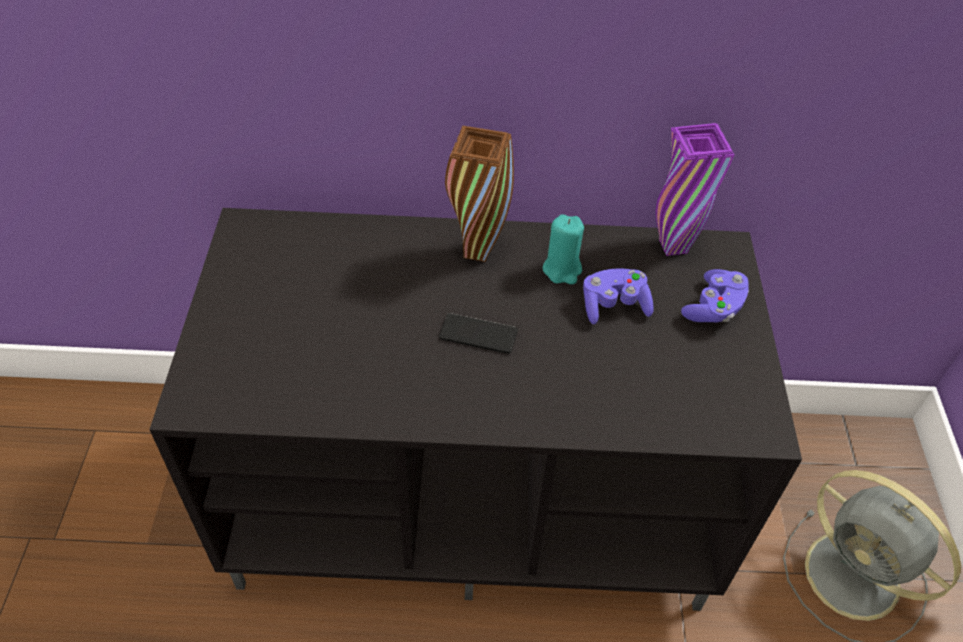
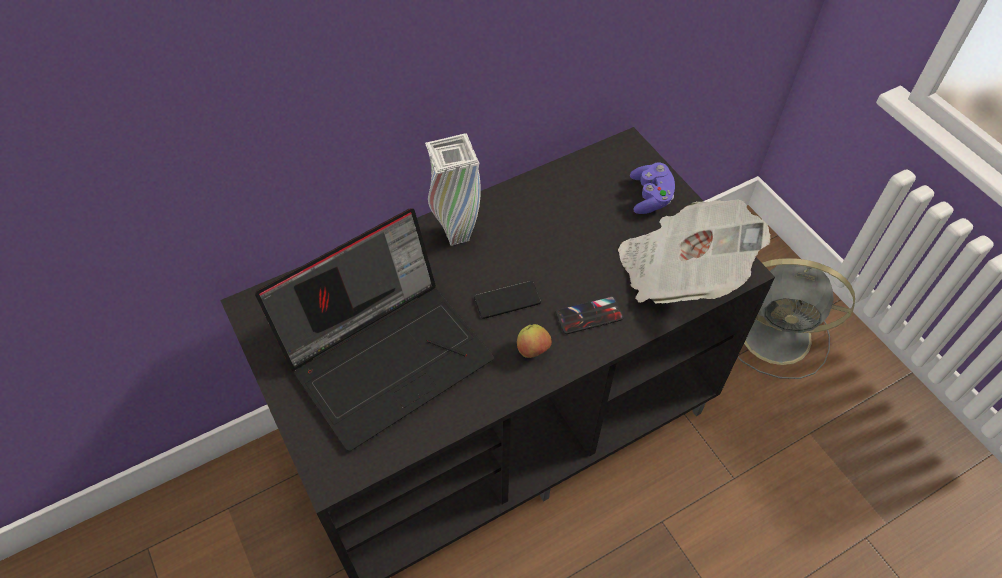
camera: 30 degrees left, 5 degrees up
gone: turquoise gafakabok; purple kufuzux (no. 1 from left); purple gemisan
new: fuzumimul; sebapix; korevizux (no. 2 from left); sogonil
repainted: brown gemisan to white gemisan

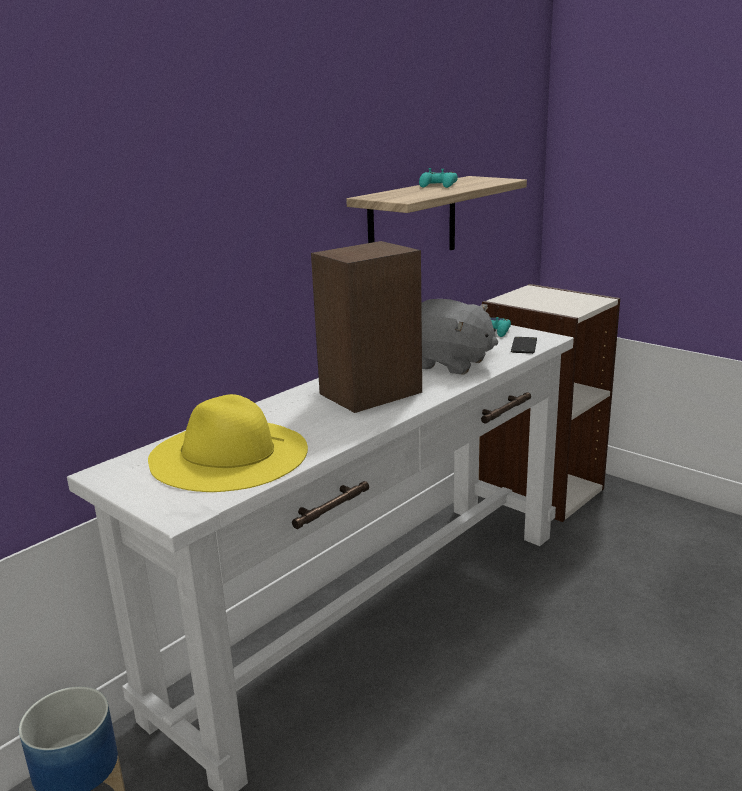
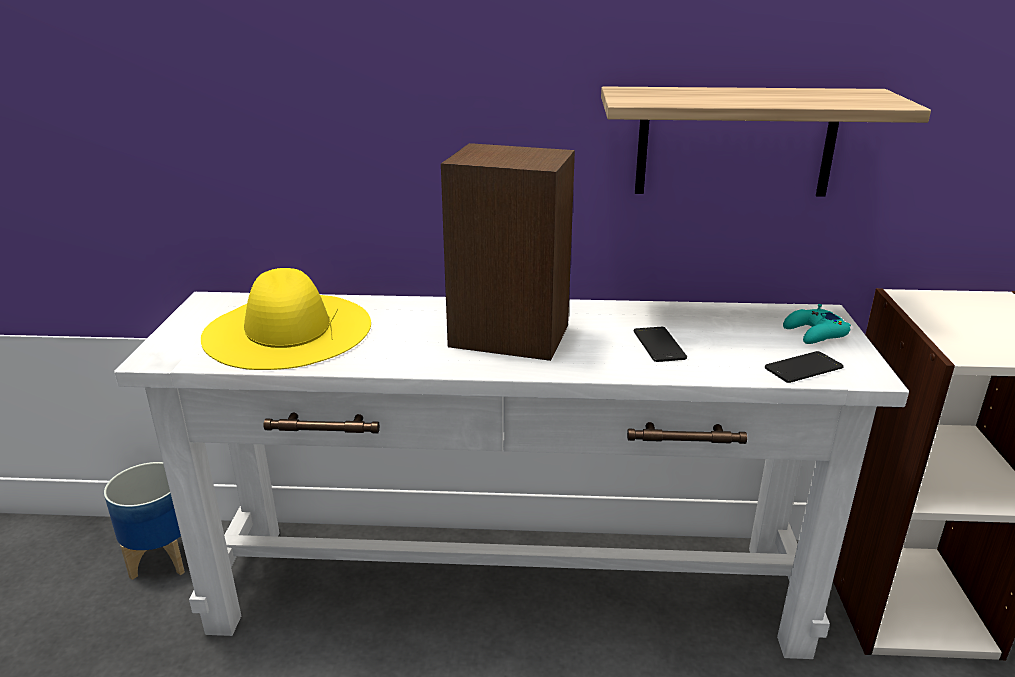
camera: 50 degrees right, 5 degrees up
gone: turquoise kufuzux (no. 1 from left)
swapped: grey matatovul to korevizux (no. 1 from left)

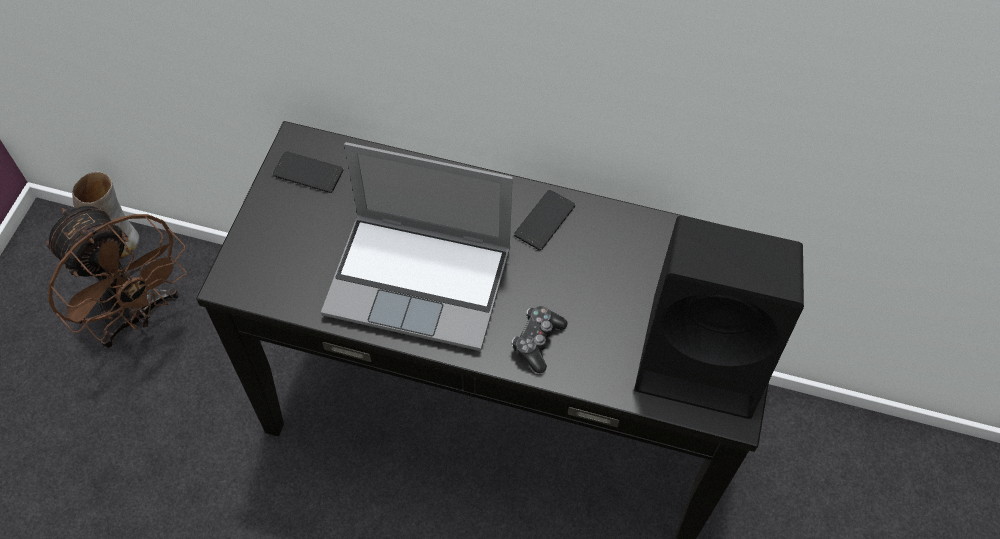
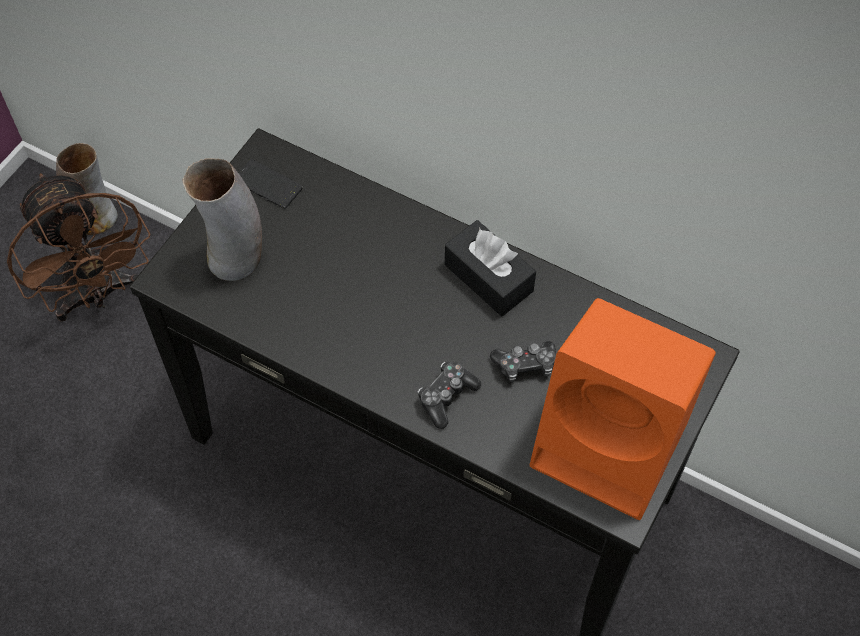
camera: 15 degrees right, 0 degrees up
gone: fuzumimul
new: gemisan (no. 2 from left); kufuzux (no. 2 from left)
swapped: korevizux (no. 2 from left) to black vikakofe
repainted: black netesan to orange netesan

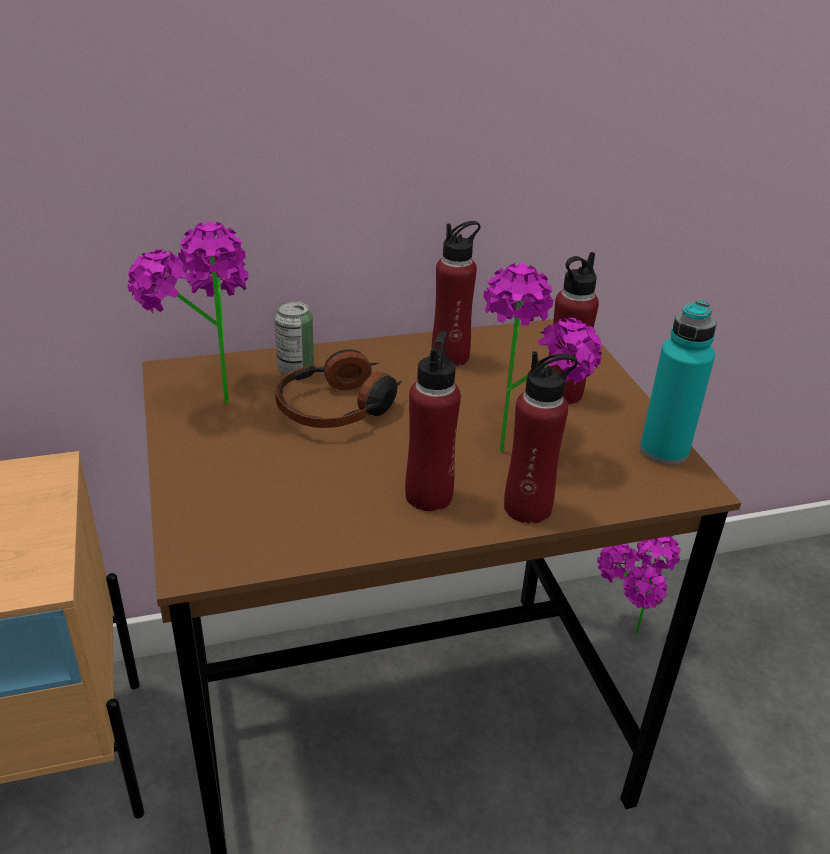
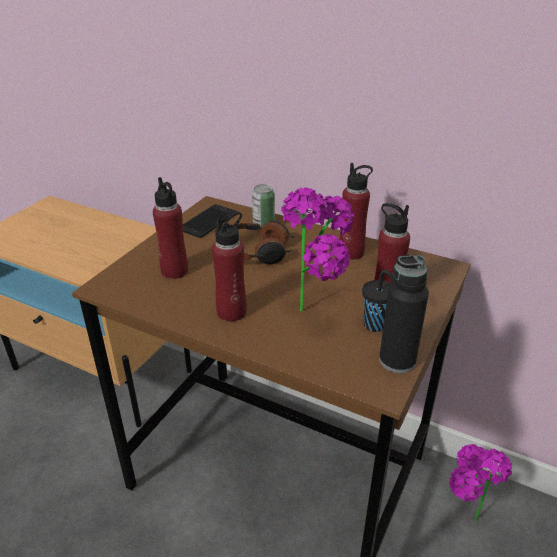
camera: 45 degrees right, 0 degrees up
new: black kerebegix
shifted: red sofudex (no. 3 from left in the first image) to red sofudex (no. 1 from left)
swapped: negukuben (no. 1 from left) to korevizux
repainted: turquoise sofudex to black sofudex

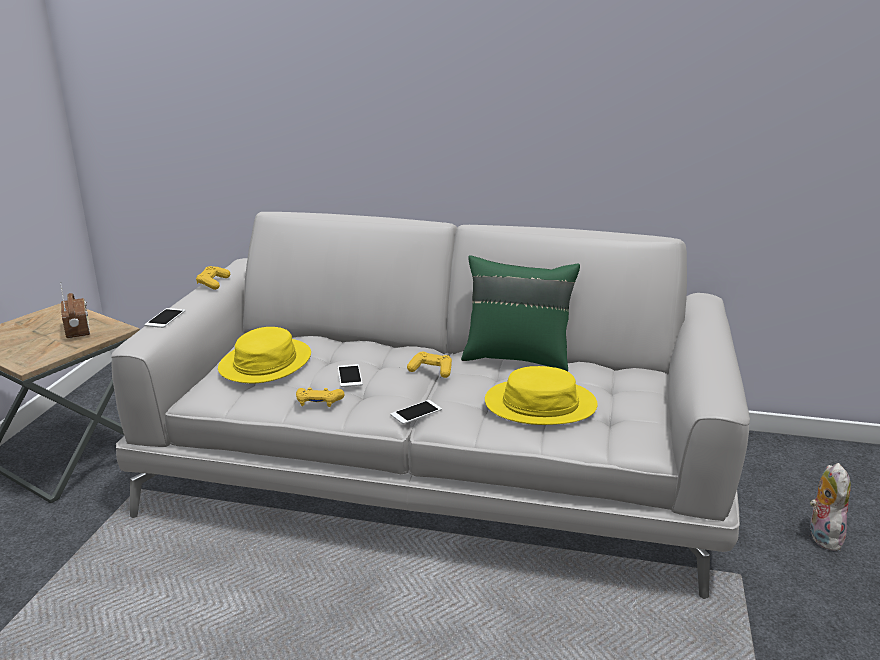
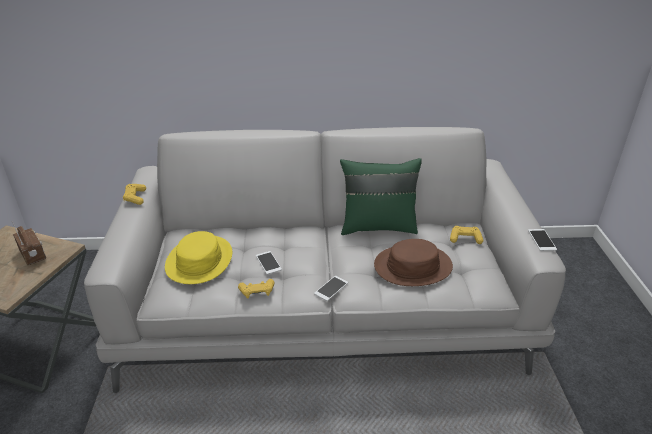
camera: 15 degrees left, 10 degrees up
gone: matatovul
shifted: korevizux (no. 1 from left in the first image) to korevizux (no. 3 from left); yellow kufuzux (no. 3 from left)
repainted: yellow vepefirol (no. 2 from left) to brown vepefirol

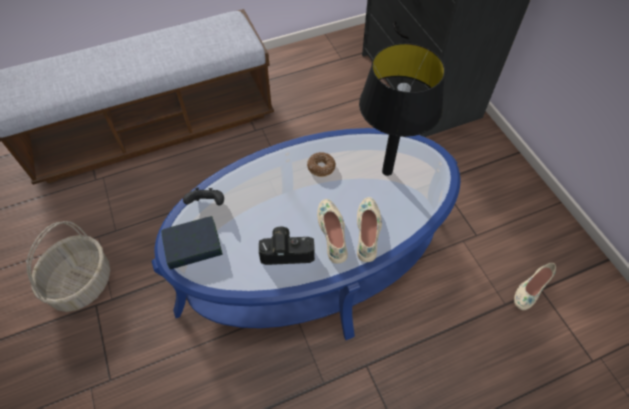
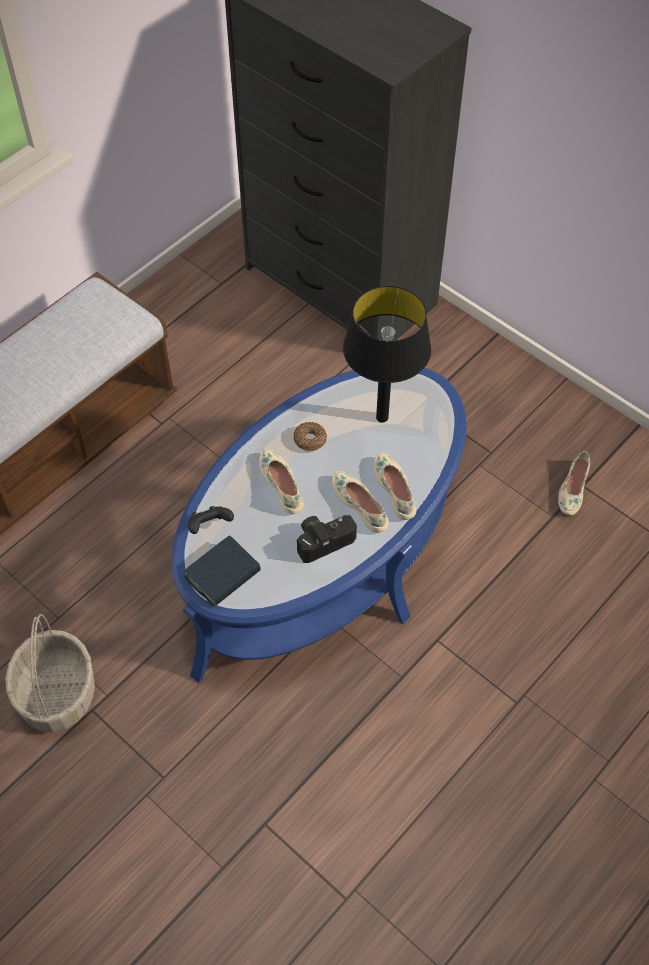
camera: 25 degrees left, 0 degrees up
new: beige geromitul (no. 1 from left)

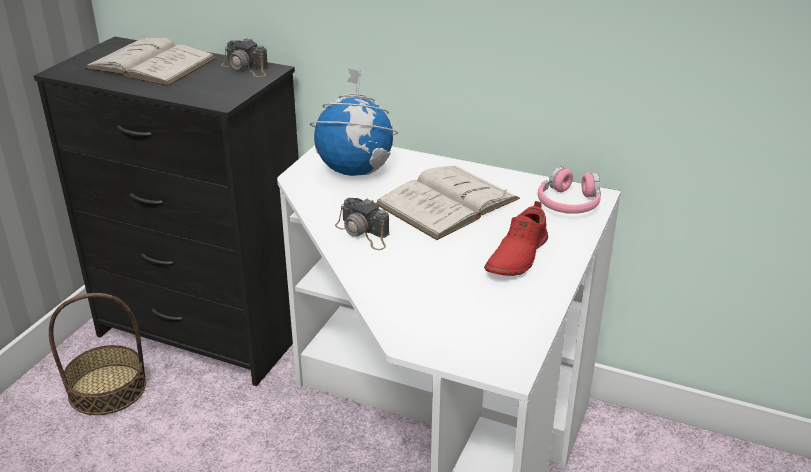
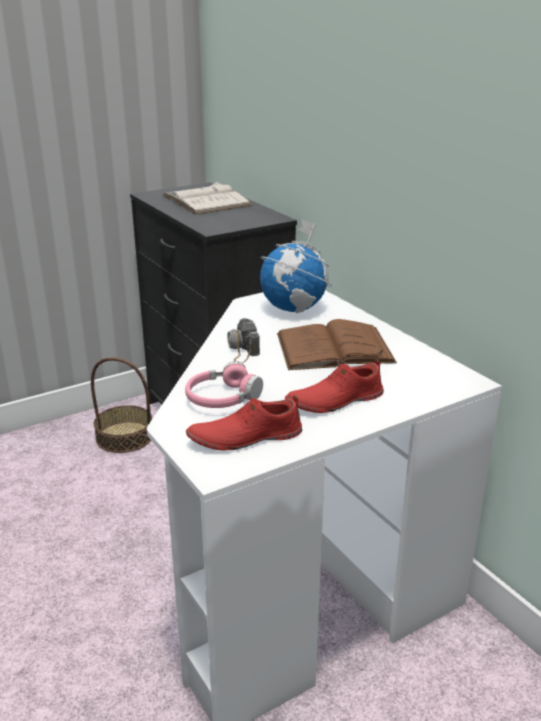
camera: 35 degrees right, 5 degrees down
gone: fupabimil (no. 1 from left)
new: red geromitul (no. 1 from left)
shifted: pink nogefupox
repainted: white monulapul (no. 2 from left) to brown monulapul

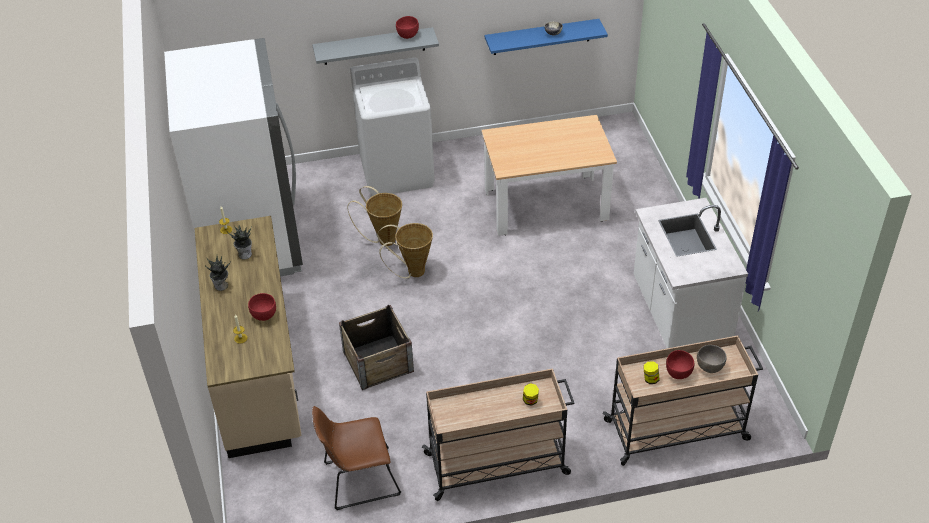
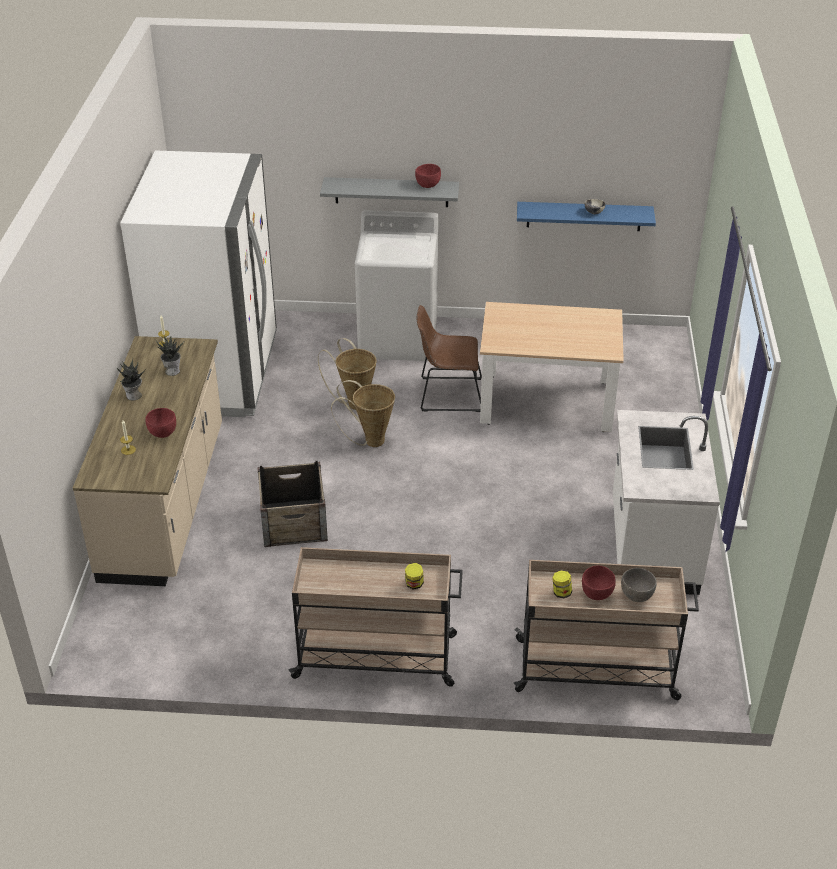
camera: 15 degrees right, 5 degrees down
shifted: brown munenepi

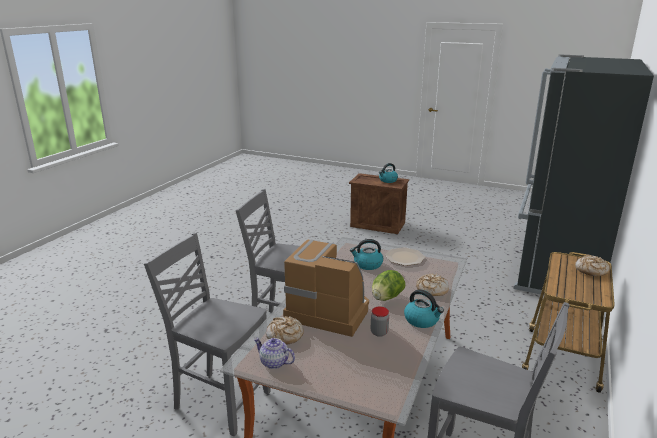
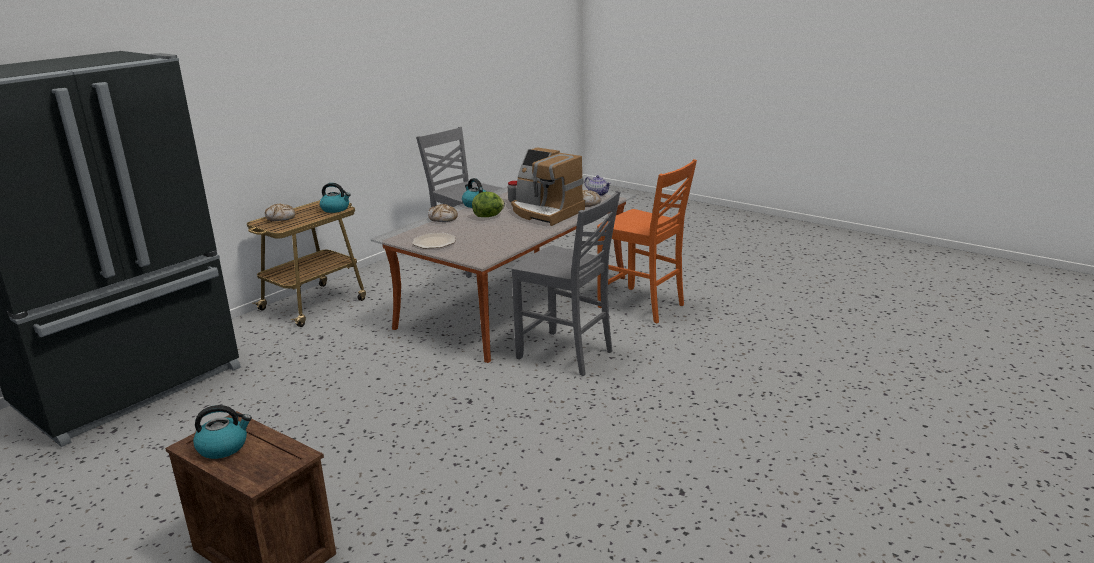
camera: 165 degrees left, 0 degrees up
shifted: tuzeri (no. 1 from left in the first image) to tuzeri (no. 2 from left)
repainted: grey munenepi (no. 1 from left) to orange munenepi

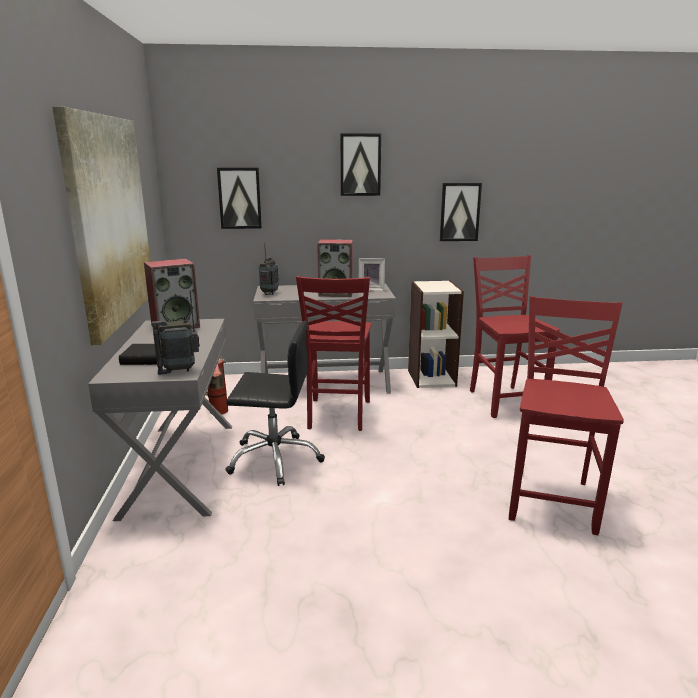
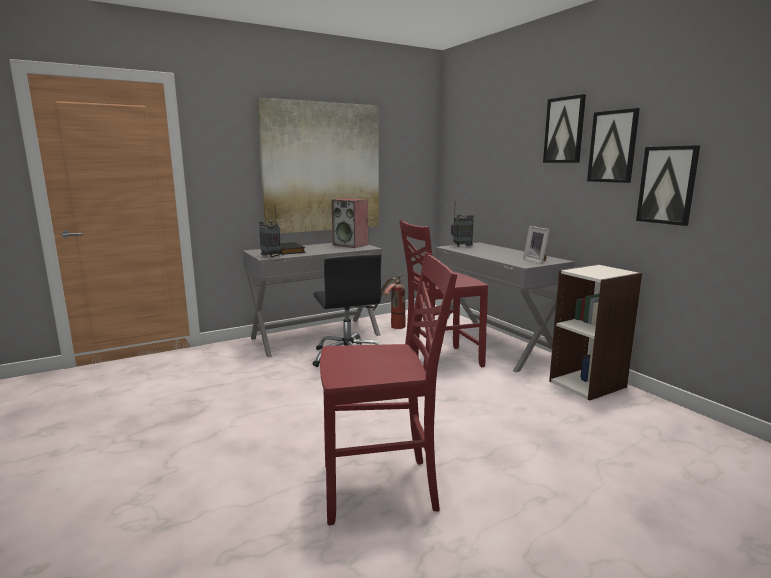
camera: 65 degrees right, 5 degrees down
gone: netesan (no. 2 from left); red munenepi (no. 2 from left)
shifted: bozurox (no. 2 from left in the first image) to bozurox (no. 3 from left)

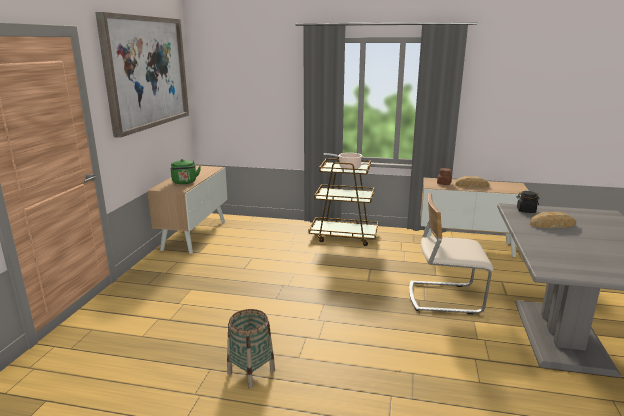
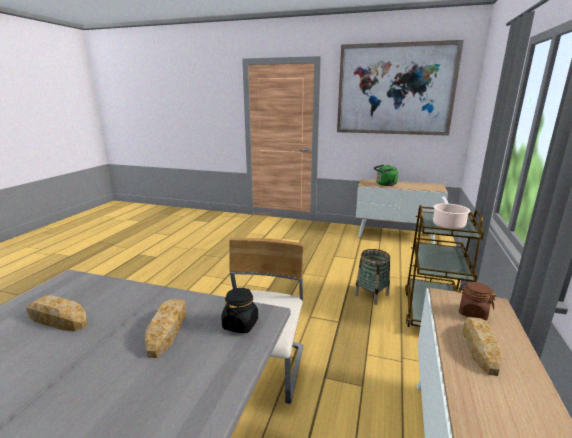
camera: 95 degrees right, 0 degrees up
new: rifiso (no. 1 from left)
shifted: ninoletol

